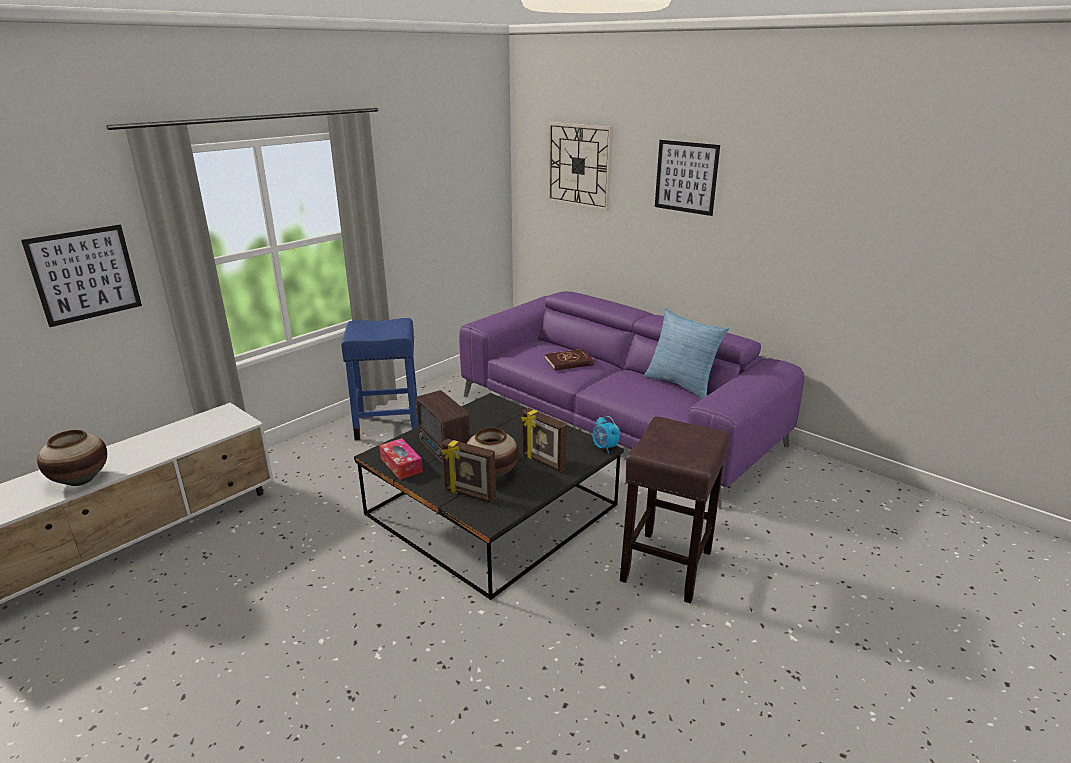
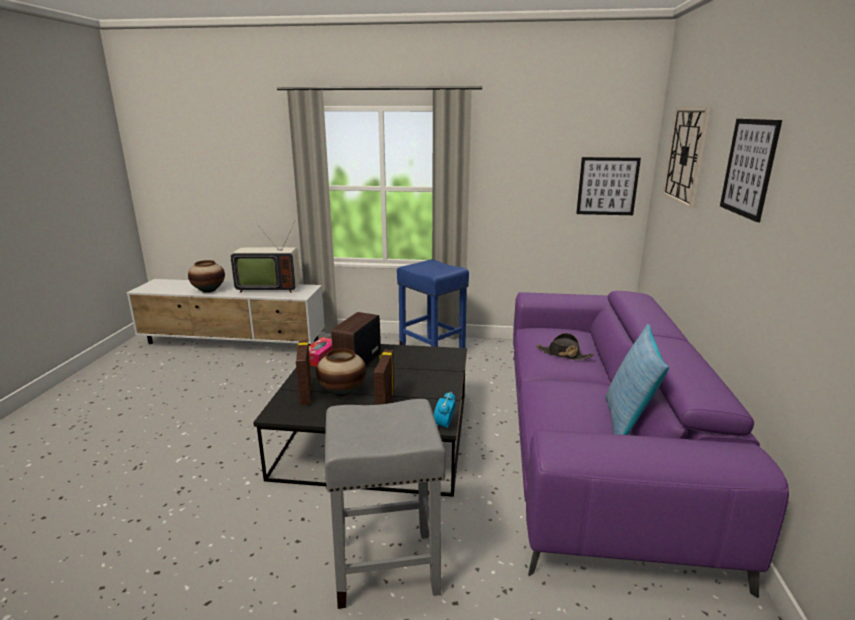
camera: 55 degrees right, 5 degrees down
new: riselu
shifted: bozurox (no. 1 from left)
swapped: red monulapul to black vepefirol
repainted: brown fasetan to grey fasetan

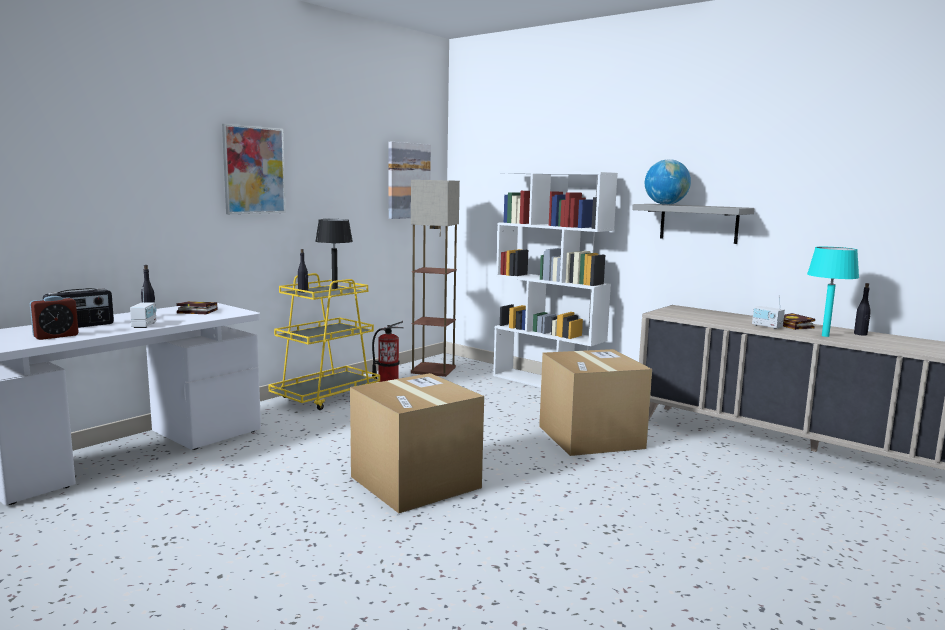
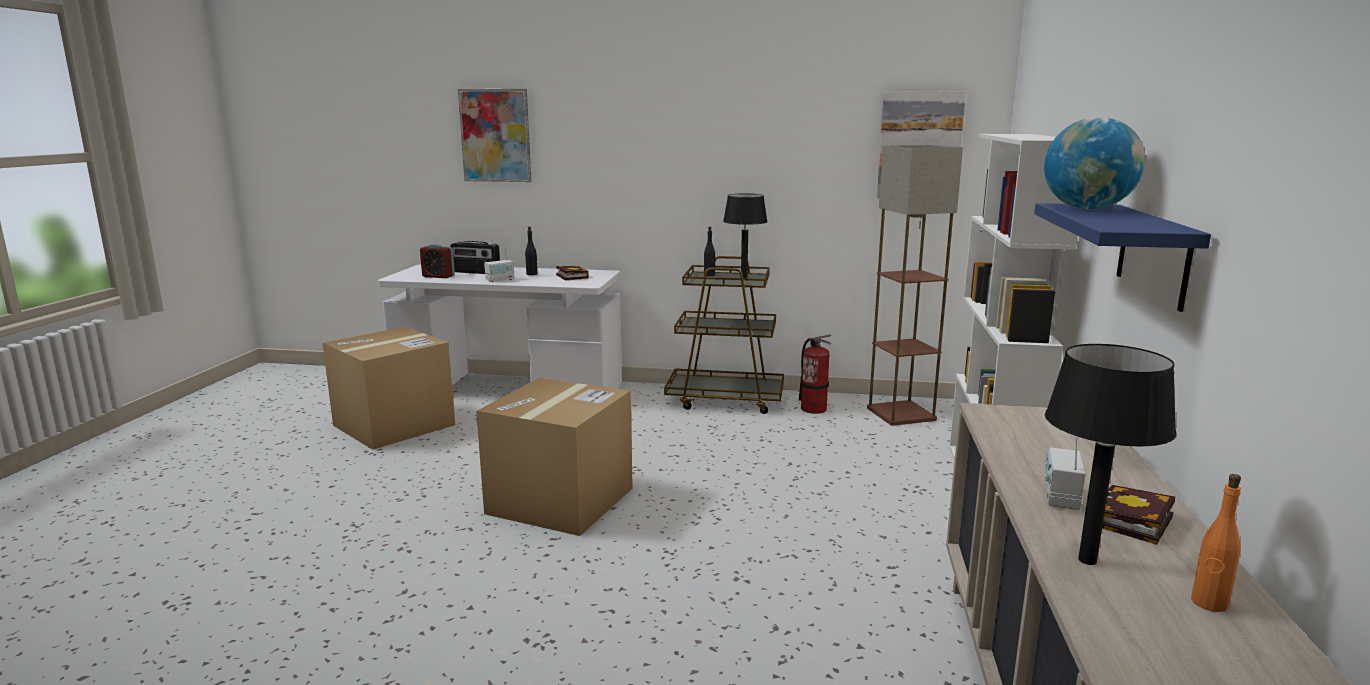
camera: 60 degrees right, 5 degrees up
shifted: bozurox (no. 1 from left); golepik (no. 2 from left in the first image) to golepik (no. 1 from left)
repainted: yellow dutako to brown dutako; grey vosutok to blue vosutok; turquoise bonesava to black bonesava (no. 2 from left); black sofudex (no. 3 from left) to orange sofudex

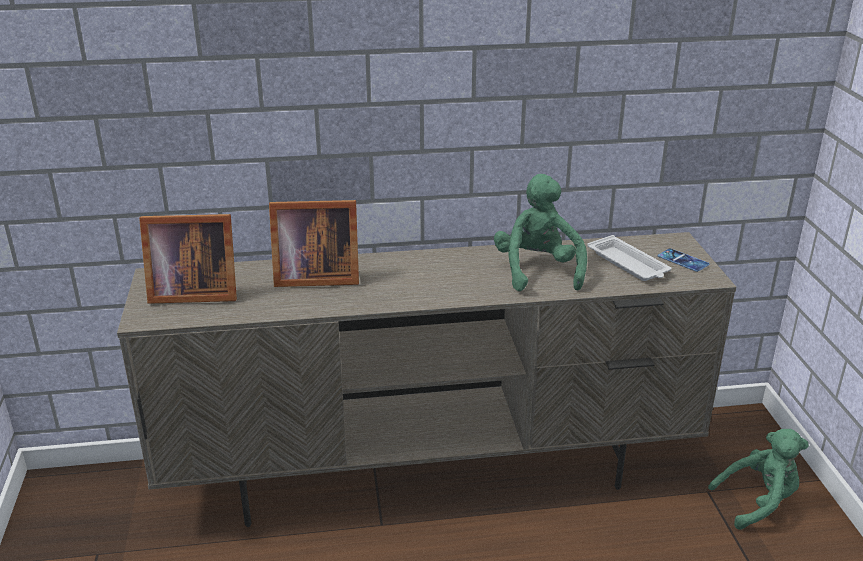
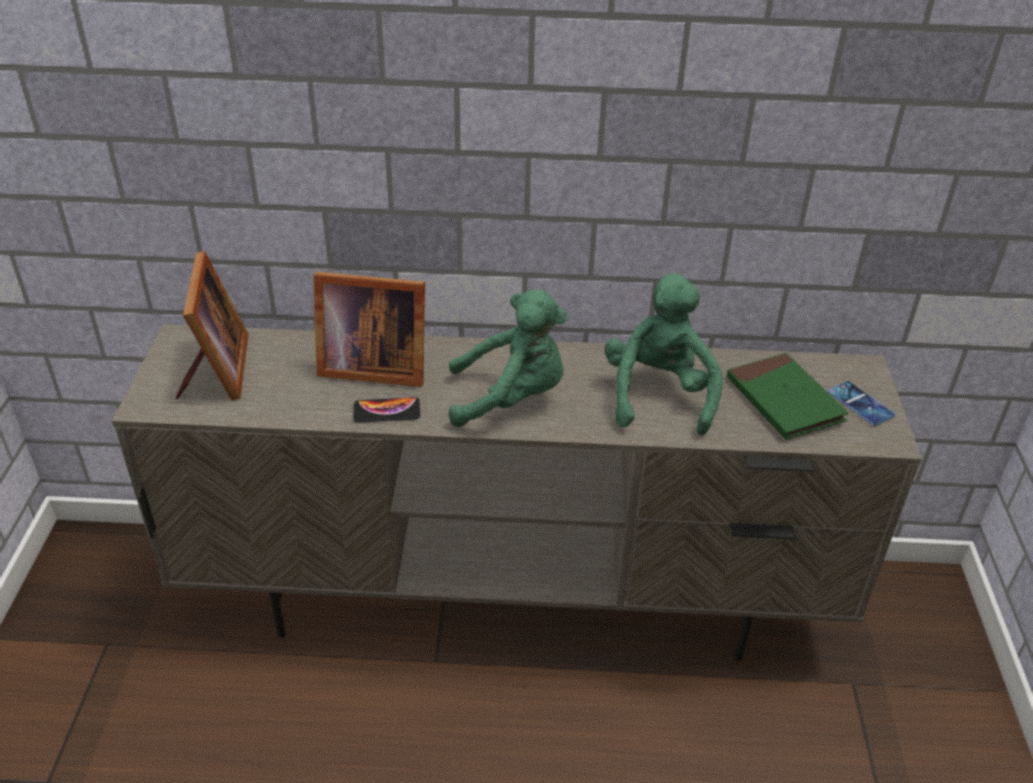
camera: 10 degrees right, 10 degrees up
new: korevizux (no. 1 from left)
shifted: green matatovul (no. 2 from left in the first image) to green matatovul (no. 1 from left)
swapped: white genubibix to green monulapul
rotated: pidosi (no. 1 from left) 105 degrees counterclockwise

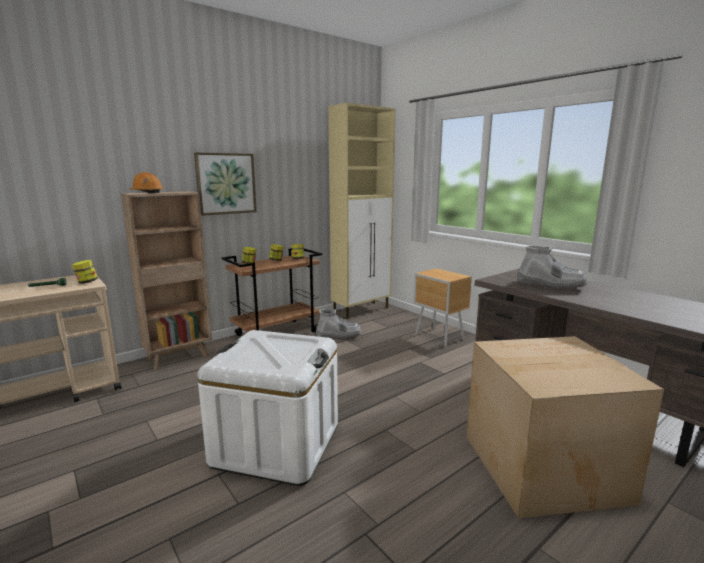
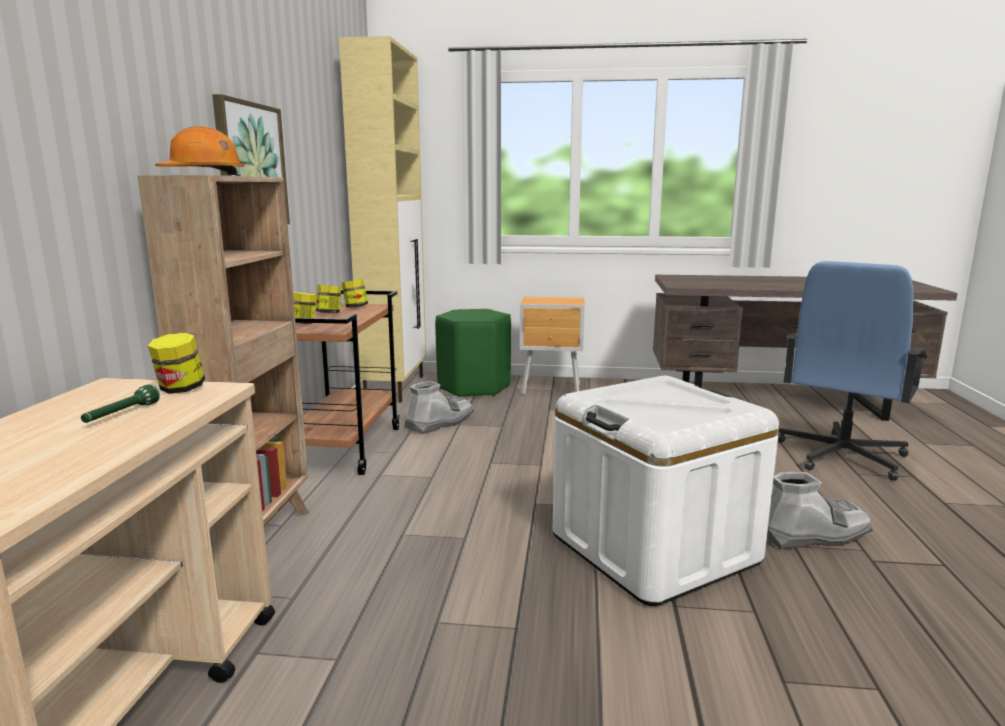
camera: 45 degrees left, 0 degrees up
new: green fasetan
shifted: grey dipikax (no. 2 from left)
swapped: golepik to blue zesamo

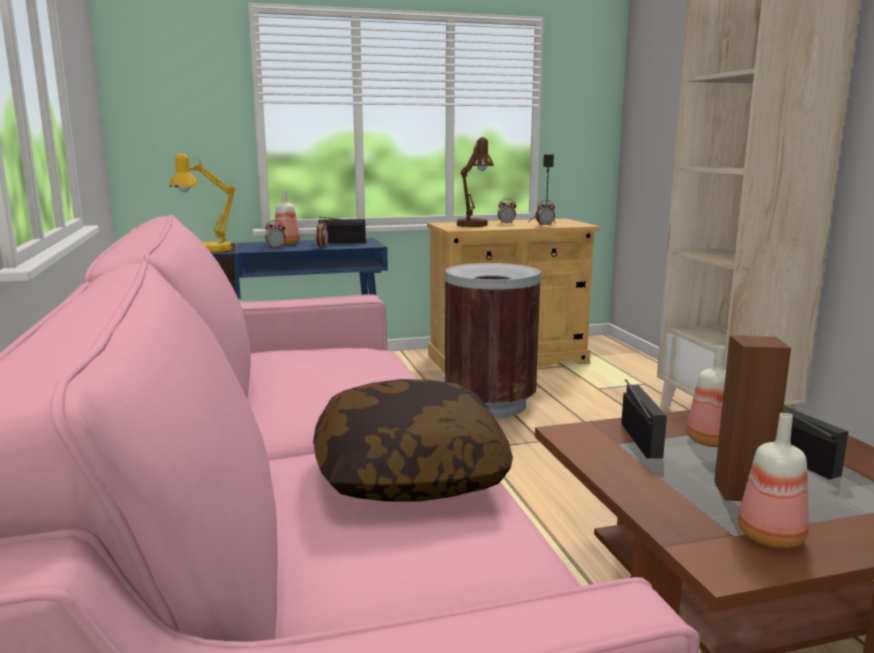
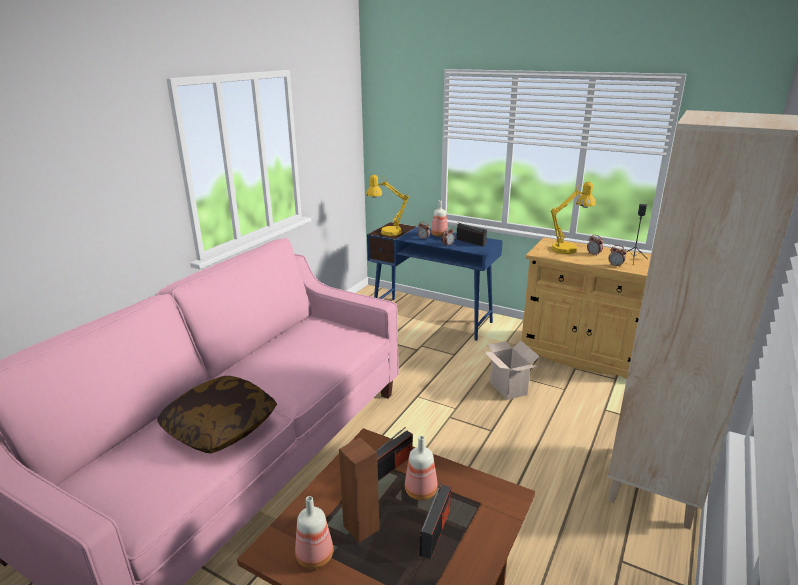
camera: 45 degrees right, 10 degrees up
swapped: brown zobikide to golepik
repainted: brown bonesava to yellow bonesava (no. 2 from left)

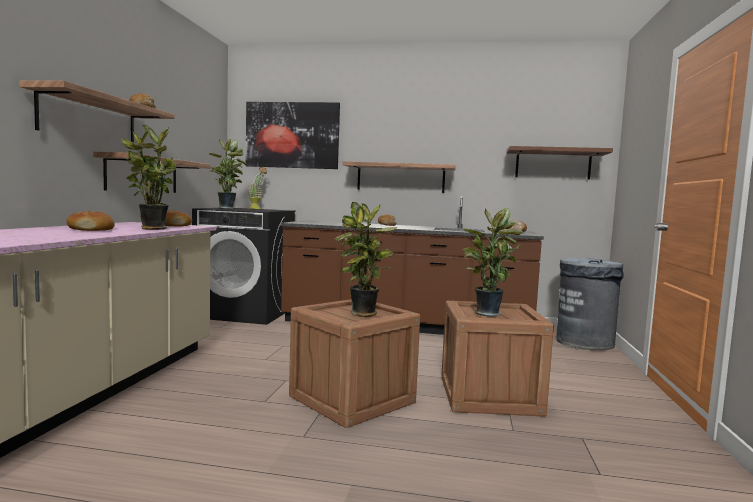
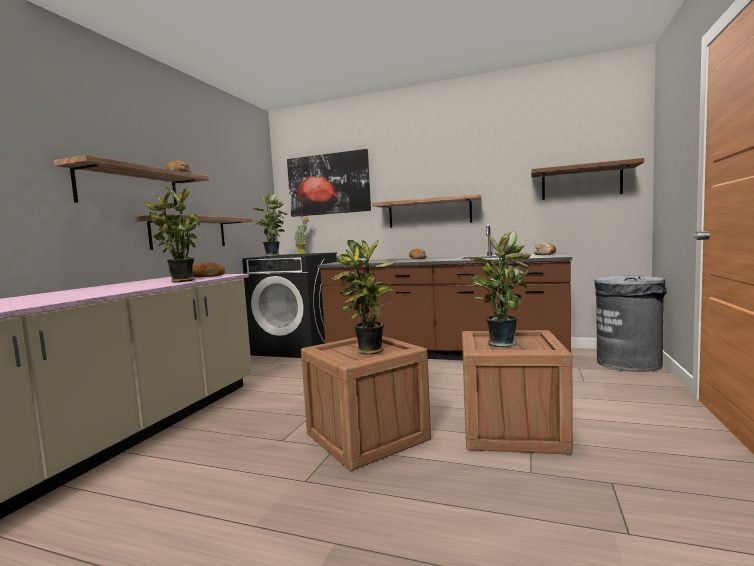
camera: 10 degrees right, 0 degrees up
gone: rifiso (no. 1 from left)

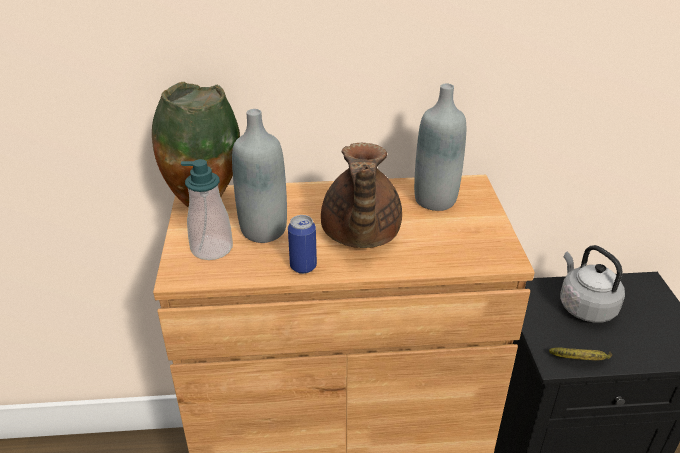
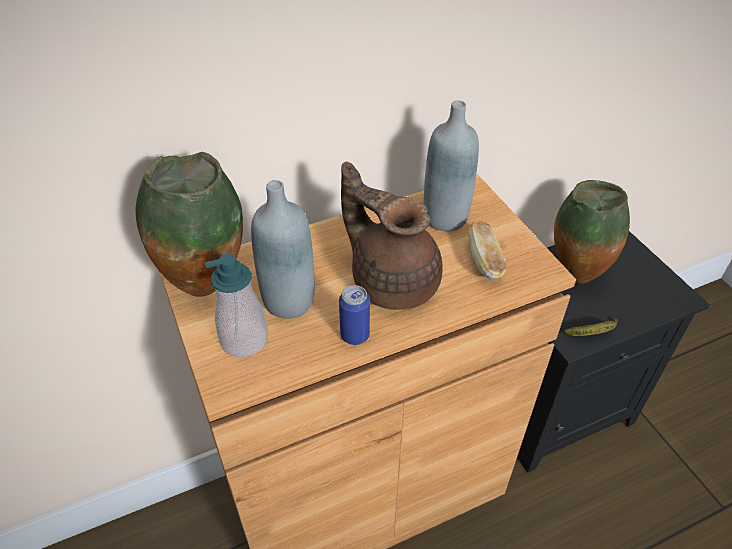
camera: 20 degrees left, 10 degrees up
new: rifiso
swapped: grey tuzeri to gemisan (no. 2 from left)
rotated: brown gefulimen 150 degrees clockwise

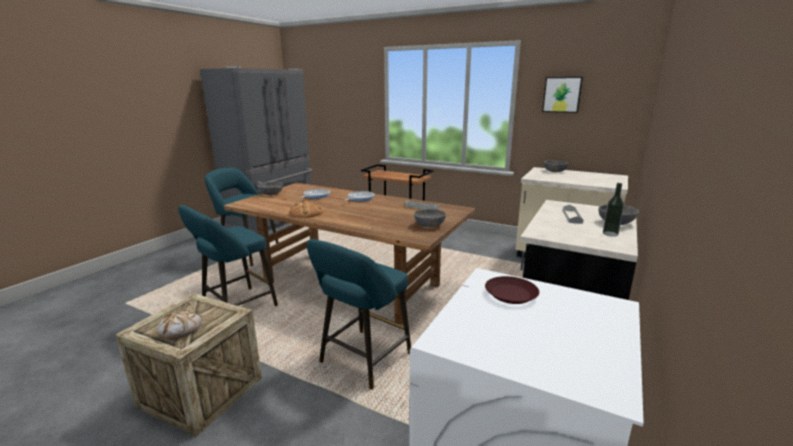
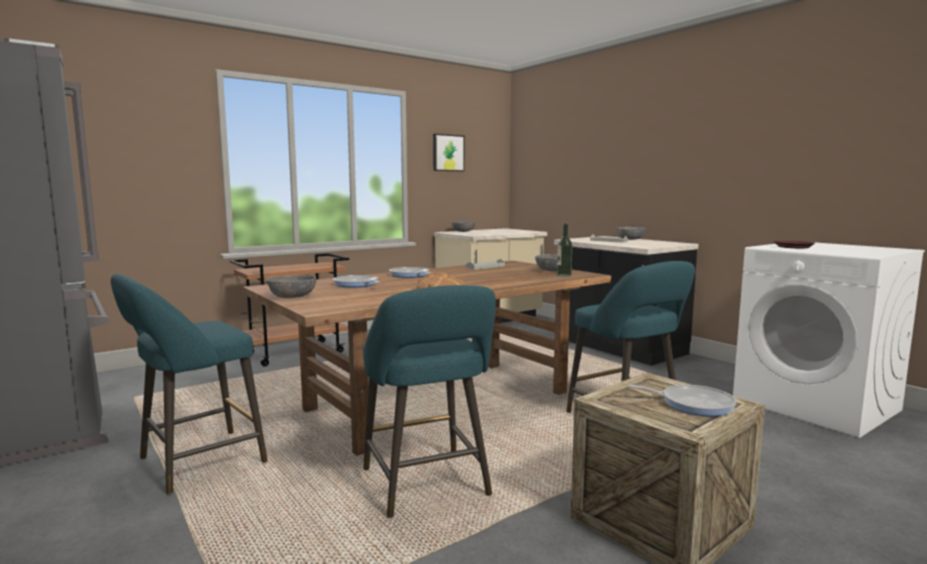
camera: 65 degrees left, 10 degrees down
shifted: sofudex
swapped: rifiso (no. 1 from left) to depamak (no. 3 from left)

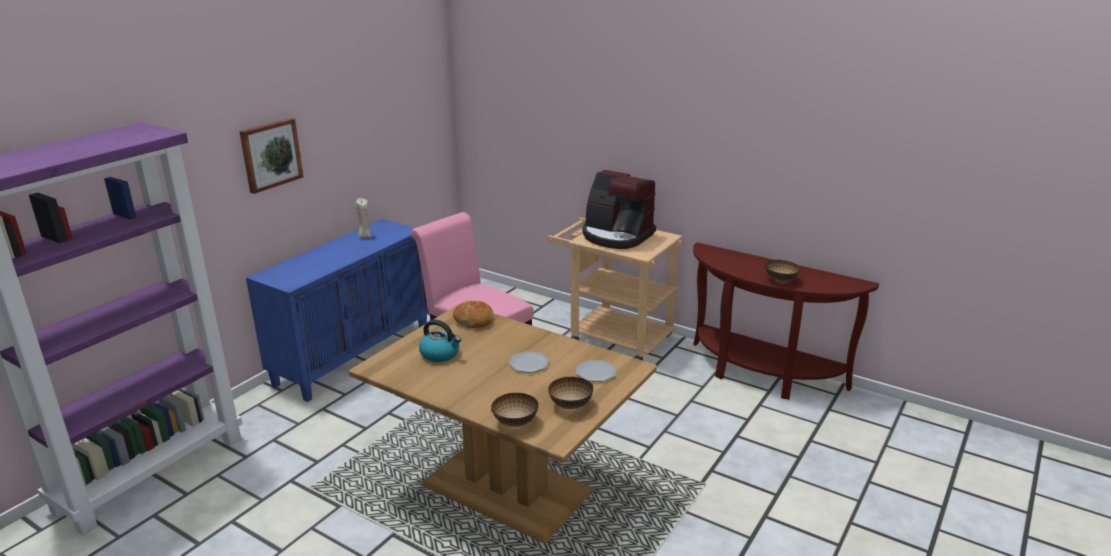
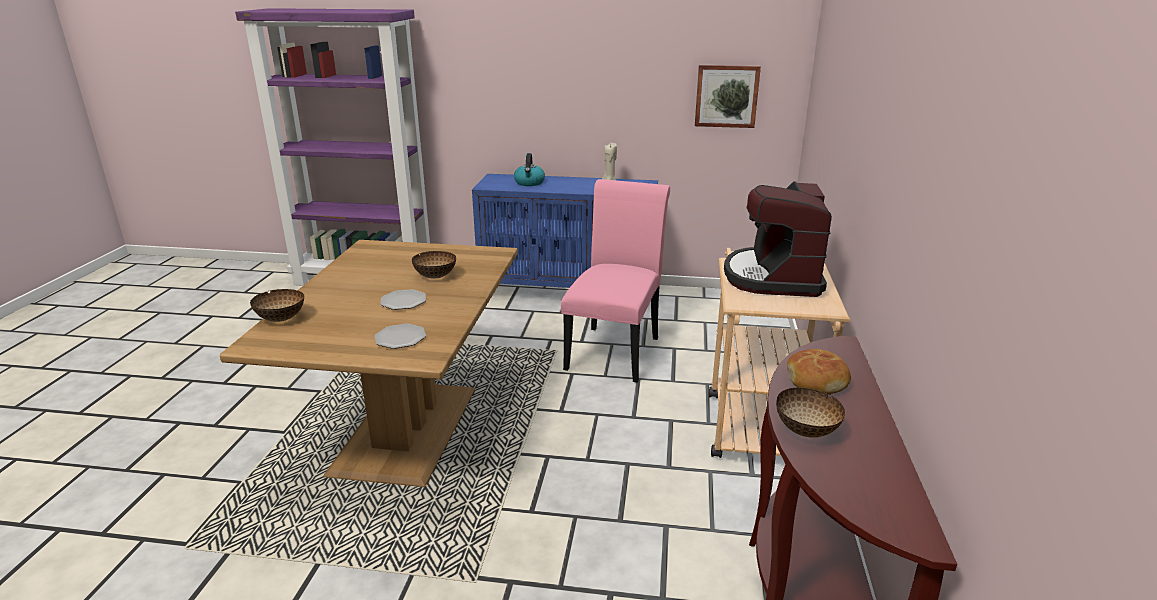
camera: 65 degrees right, 0 degrees up
shifted: bozurox; tuzeri; rifiso; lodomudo (no. 2 from left)

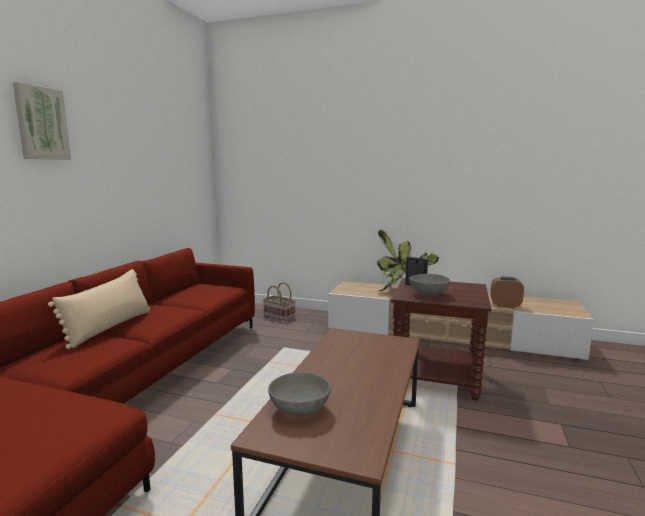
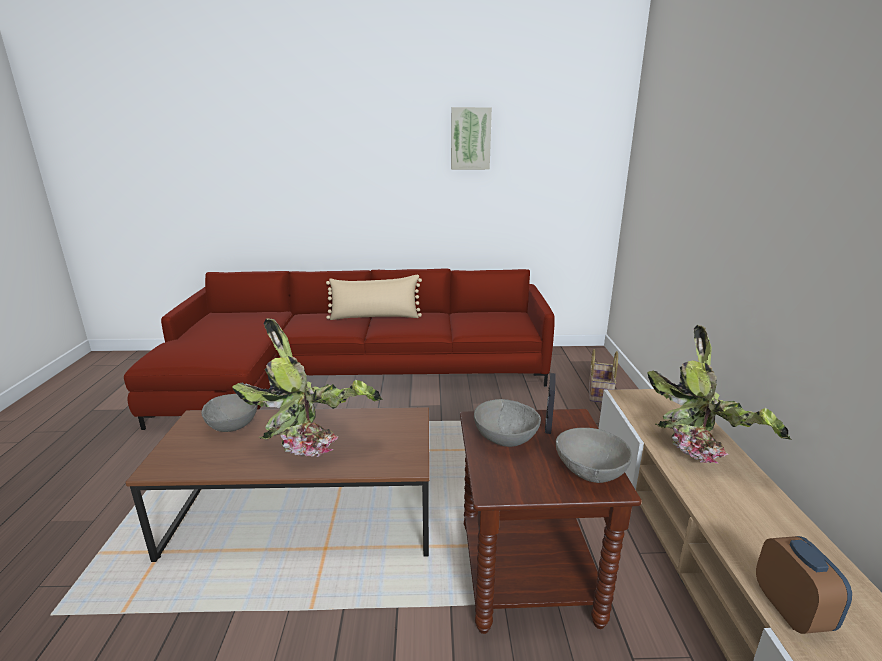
camera: 70 degrees right, 10 degrees up
new: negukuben (no. 1 from left); grey lodomudo (no. 3 from left)
shifted: bozurox

